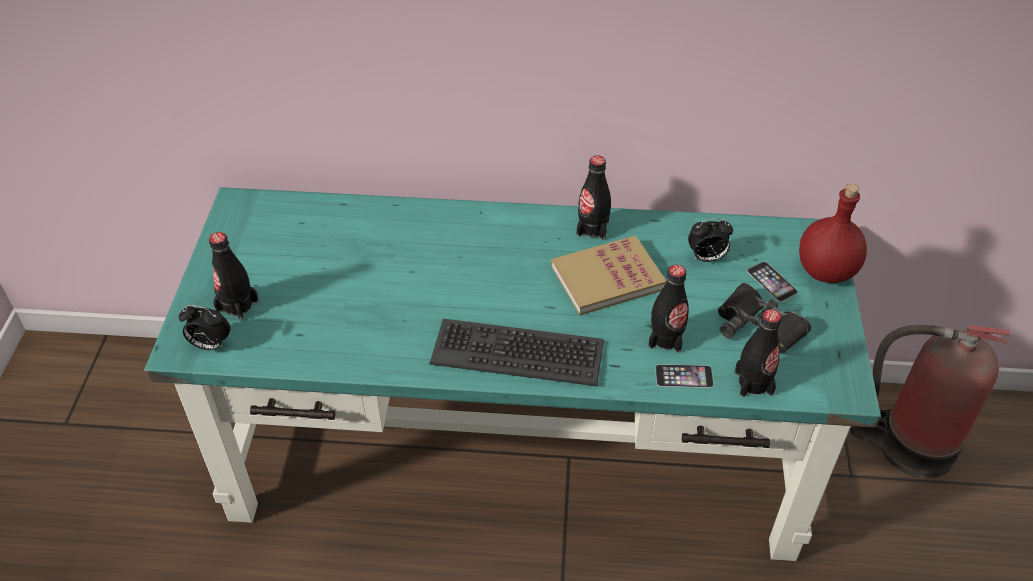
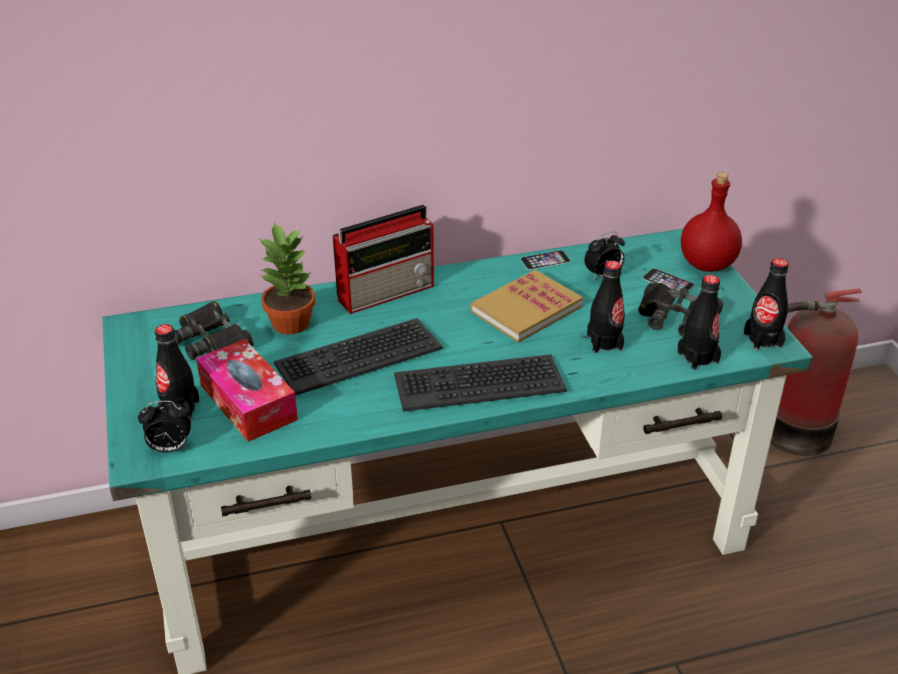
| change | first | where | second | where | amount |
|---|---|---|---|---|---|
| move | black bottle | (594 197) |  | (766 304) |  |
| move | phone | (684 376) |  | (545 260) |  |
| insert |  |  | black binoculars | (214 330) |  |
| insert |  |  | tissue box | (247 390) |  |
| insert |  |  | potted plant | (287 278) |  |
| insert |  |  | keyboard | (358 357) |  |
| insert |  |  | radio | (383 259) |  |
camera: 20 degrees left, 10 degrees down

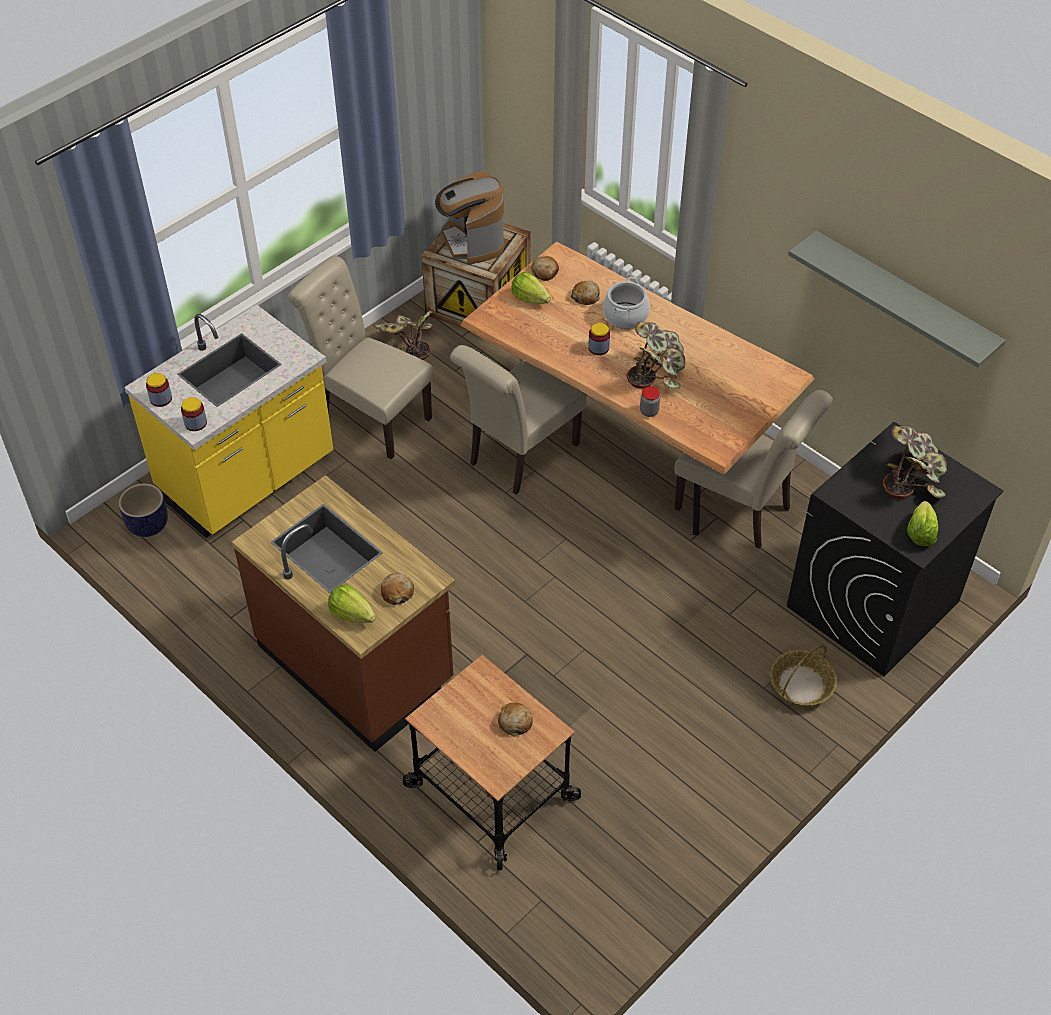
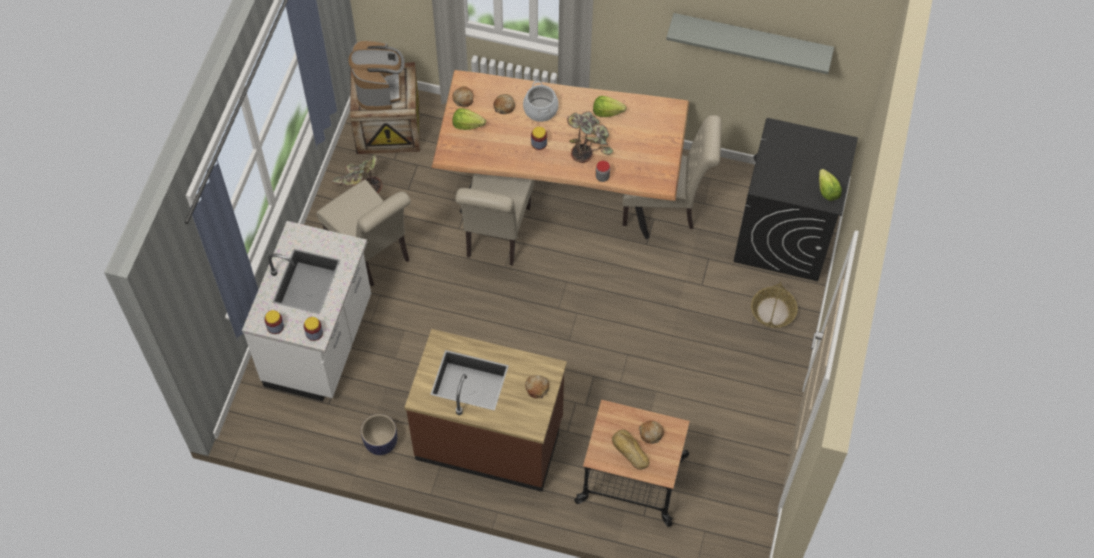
| change | first | where | second | where | amount |
|---|---|---|---|---|---|
| move | planter | (143 510) |  | (379 434) |  |
| recolor | yellow counter | (228 421) | white counter | (306 311) |  |
| rotate | beige chair | (361 357) |  | (363 233) | 135 degrees counterclockwise |
| move | lettuce | (352 603) |  | (609 106) |  |
| rotate | coffee machine | (469 218) |  | (376 76) | 135 degrees counterclockwise |
| delete | potted plant | (914 462) |  |  |  |
| insert |  |  | bread | (630 450) |  |
camera: 30 degrees left, 10 degrees up

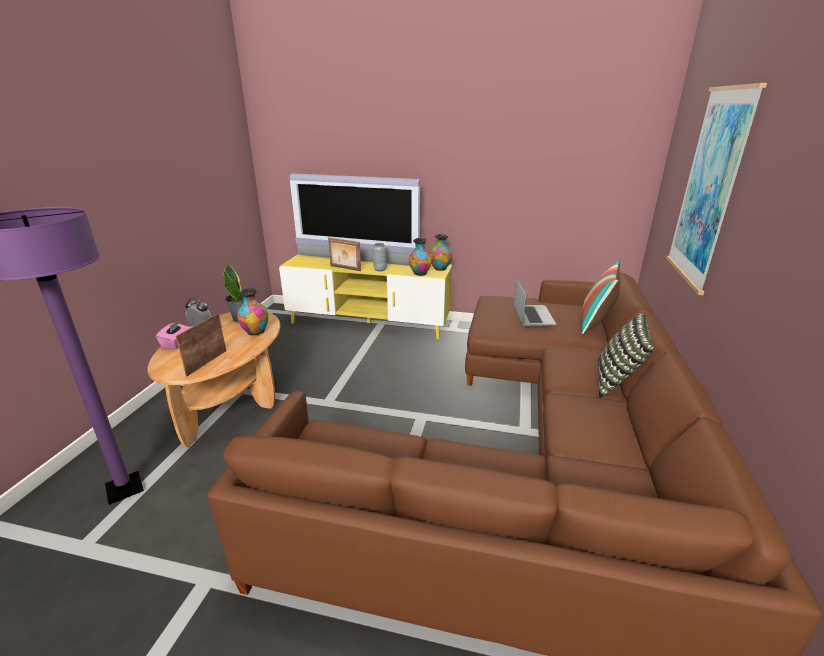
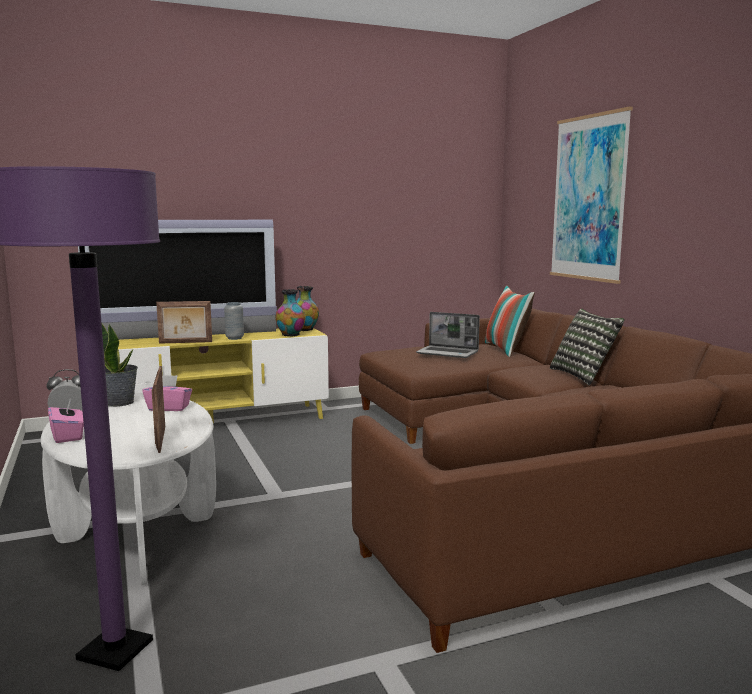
| change | first | where | second | where | amount |
|---|---|---|---|---|---|
| recolor | brown coffee table | (213 379) | white coffee table | (128 489) |  |
| replace | vase | (252 312) | pink tissue box | (167 393) |  |
| rotate | laptop | (535 301) |  | (448 335) | 150 degrees clockwise |
camera: 35 degrees left, 15 degrees down

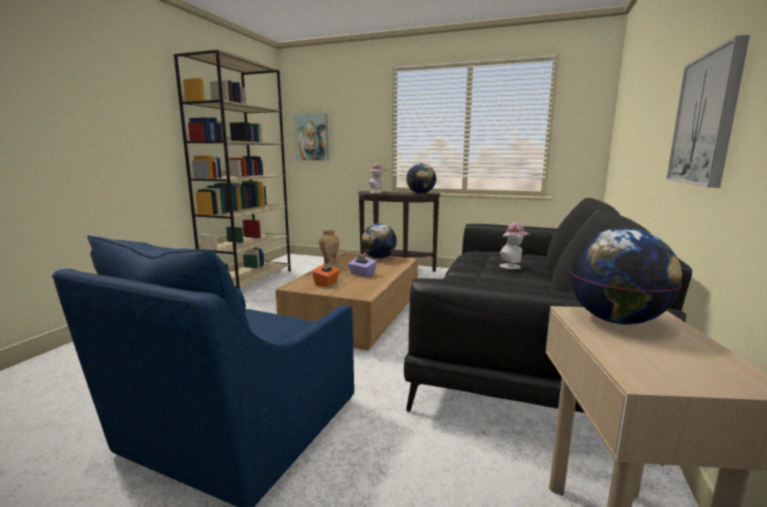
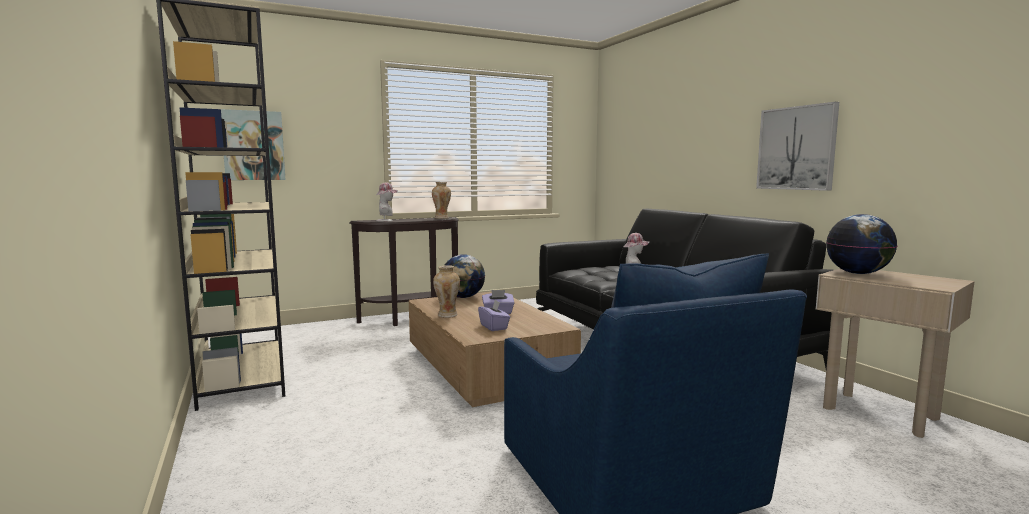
| change | first | where | second | where | amount |
|---|---|---|---|---|---|
| recolor | orange tissue box | (326 273) | purple tissue box | (494 315) |  |
| replace | globe | (421 178) | vase | (441 200) |  |
camera: 45 degrees left, 5 degrees down

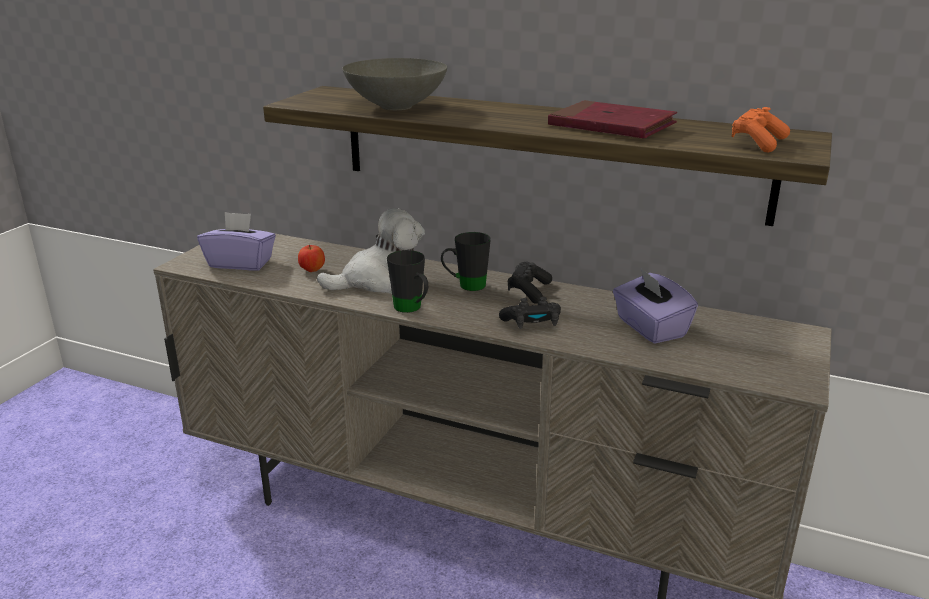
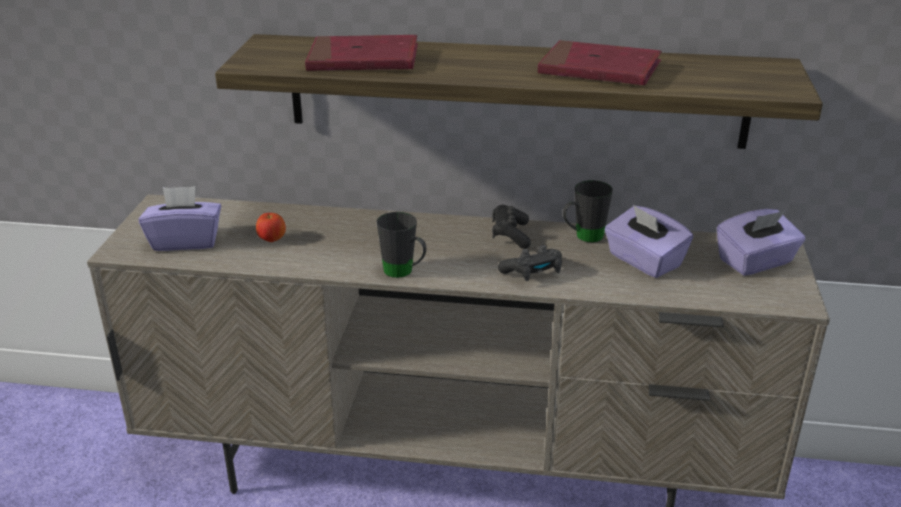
| change | first | where | second | where | amount |
|---|---|---|---|---|---|
| delete | plush toy | (371 251) |  |  |  |
| replace | grey bowl | (394 84) | red book | (361 53) |  |
| move | black mug | (466 261) |  | (588 211) |  |
| delete | orange game controller | (760 130) |  |  |  |
| insert |  |  | purple tissue box | (761 242) |  |
camera: 15 degrees left, 5 degrees up

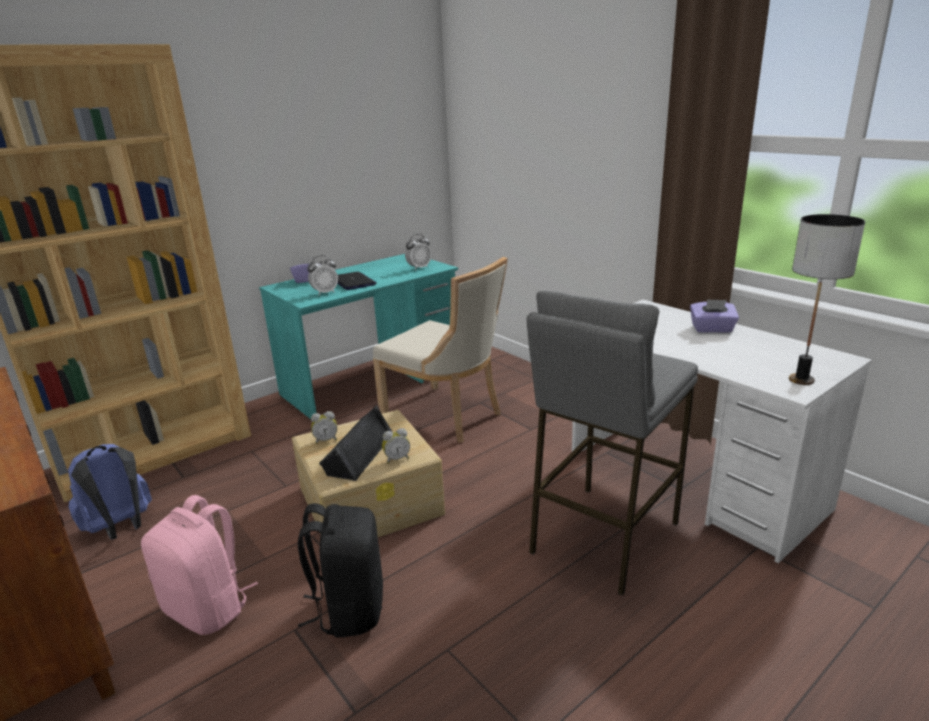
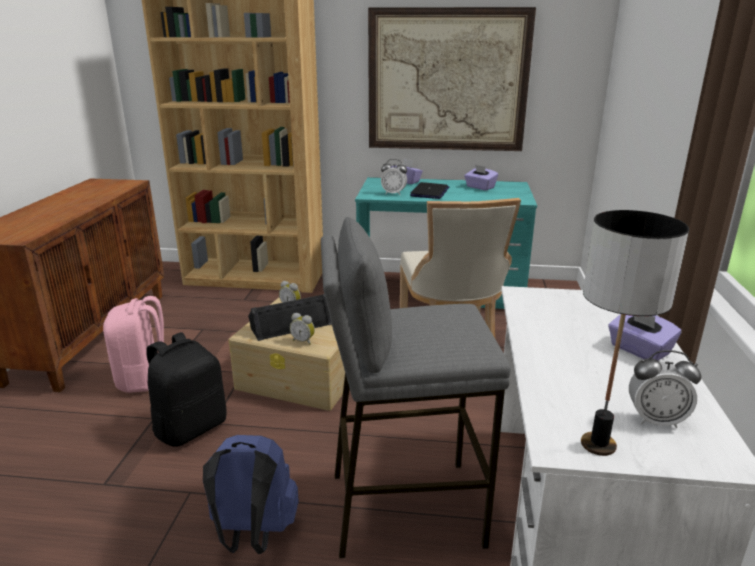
| change | first | where | second | where | amount |
|---|---|---|---|---|---|
| move | blue backpack | (110 491) |  | (251 494) |  |
| move | alarm clock | (418 252) |  | (665 389) |  |
| insert |  |  | picture | (452 79) |  |
| insert |  |  | purple tissue box | (481 177) |  |
camera: 45 degrees right, 0 degrees up

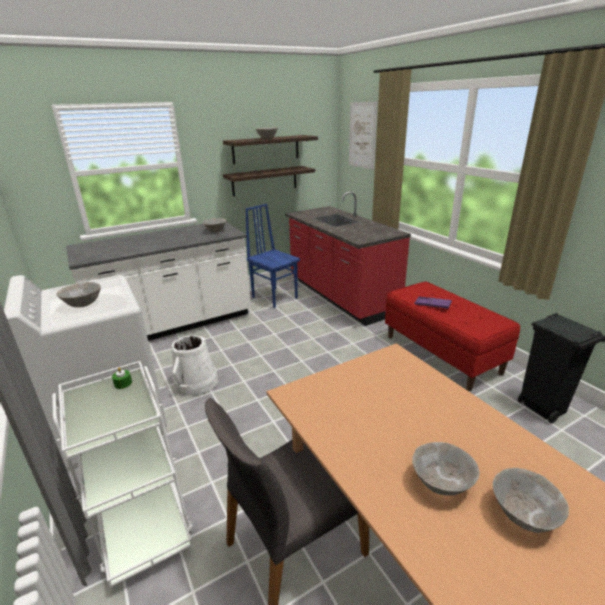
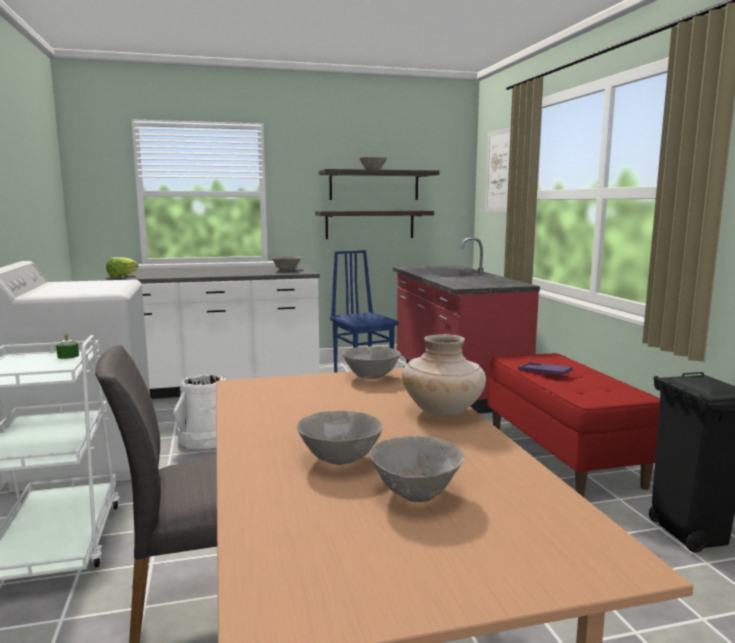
| change | first | where | second | where | amount |
|---|---|---|---|---|---|
| move | grey bowl | (79 295) |  | (371 362) |  |
| insert |  |  | lettuce | (122 267) |  |
| insert |  |  | beige vase | (444 375) |  |
camera: 15 degrees right, 15 degrees down

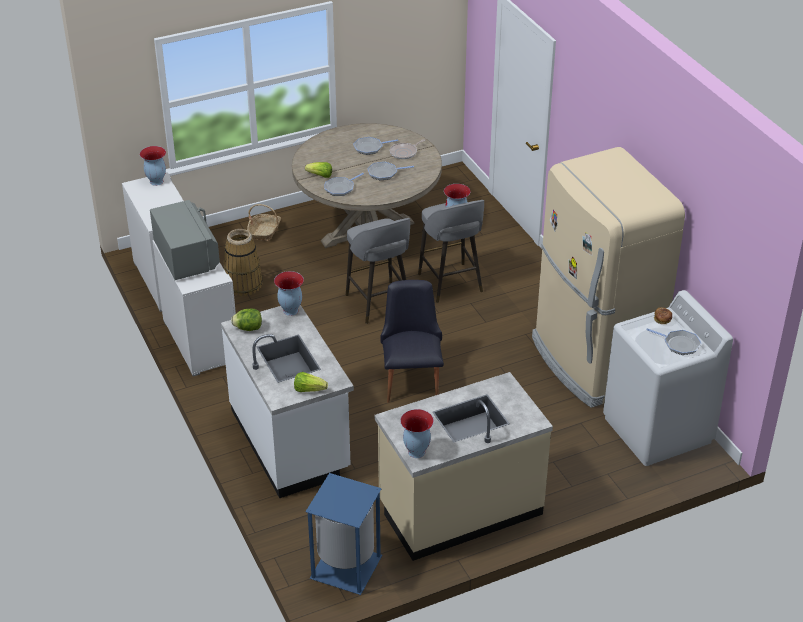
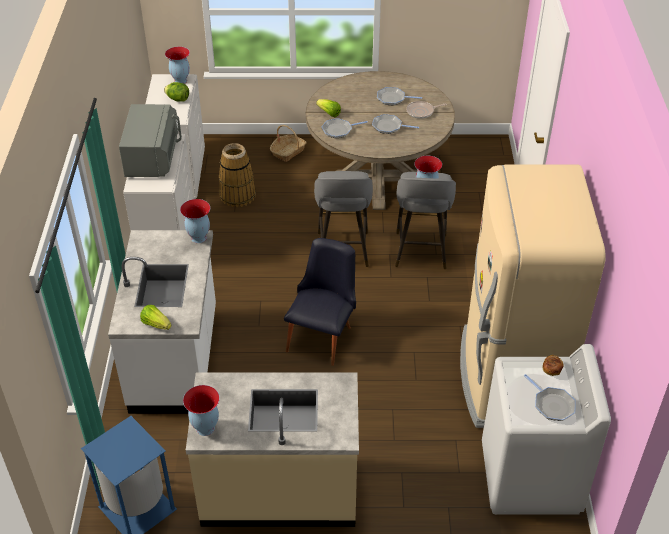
| change | first | where | second | where | amount |
|---|---|---|---|---|---|
| move | lettuce | (246 319) |  | (176 92) |  |
camera: 25 degrees right, 5 degrees up

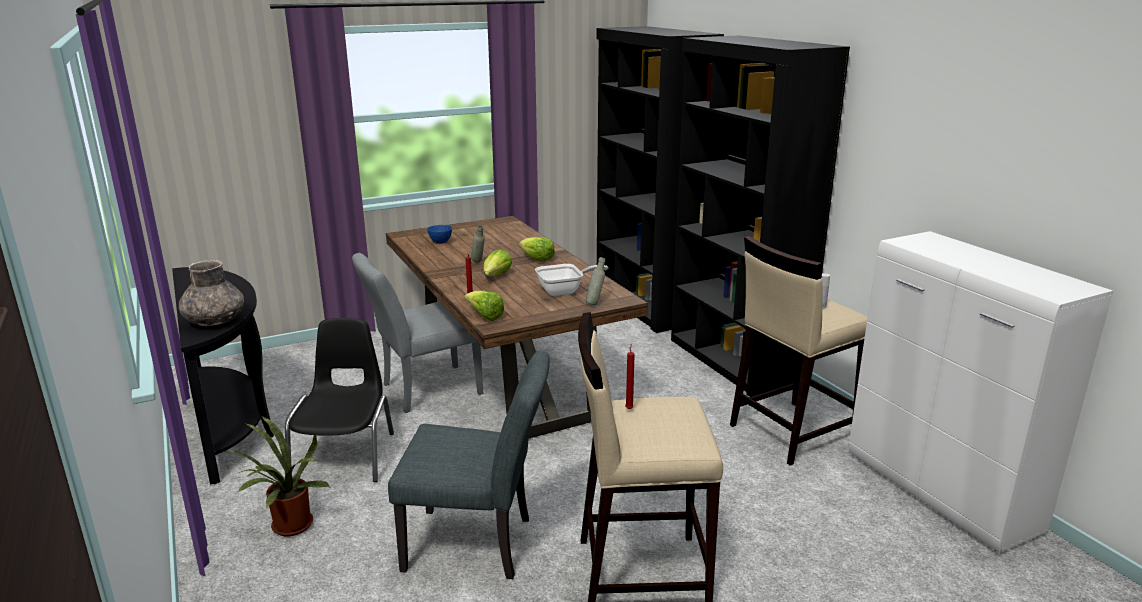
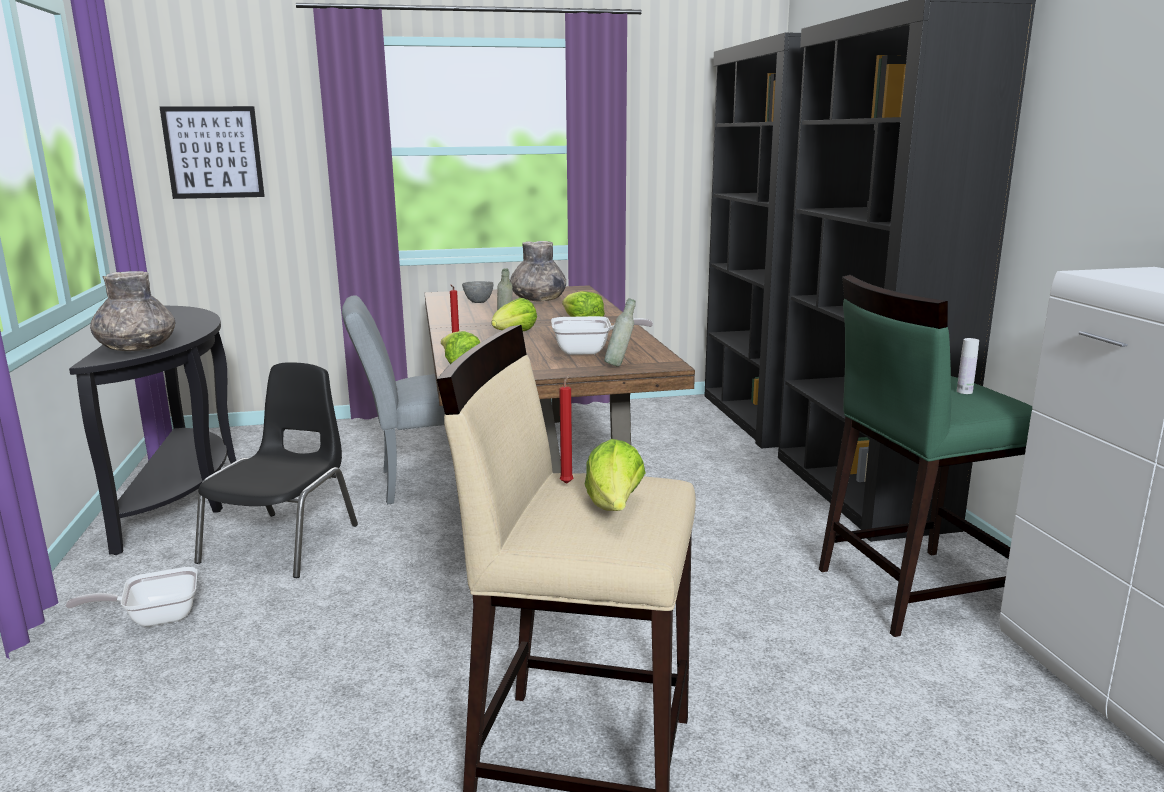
| change | first | where | second | where | amount |
|---|---|---|---|---|---|
| replace | potted plant | (277 476) | frying pan | (131 597) |  |
| delete | grey chair | (469 465) |  |  |  |
| recolor | blue bowl | (439 234) | grey bowl | (478 292) |  |
| recolor | beige stool | (799 351) | green stool | (926 456) |  |
| insert |  |  | picture | (212 152) |  |
| insert |  |  | grey vase | (538 271) |  |
| insert |  |  | lettuce | (615 475) |  |
camera: 15 degrees right, 5 degrees down

